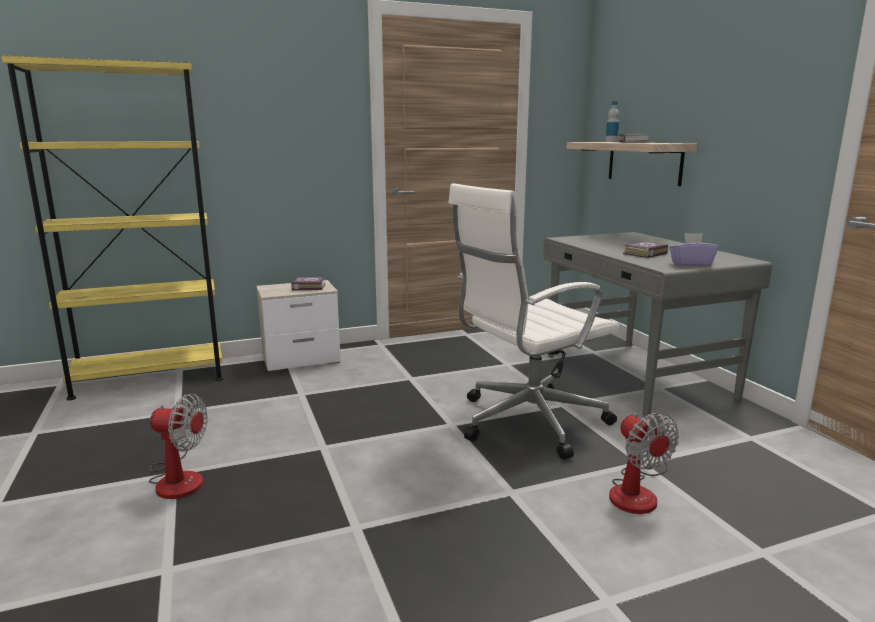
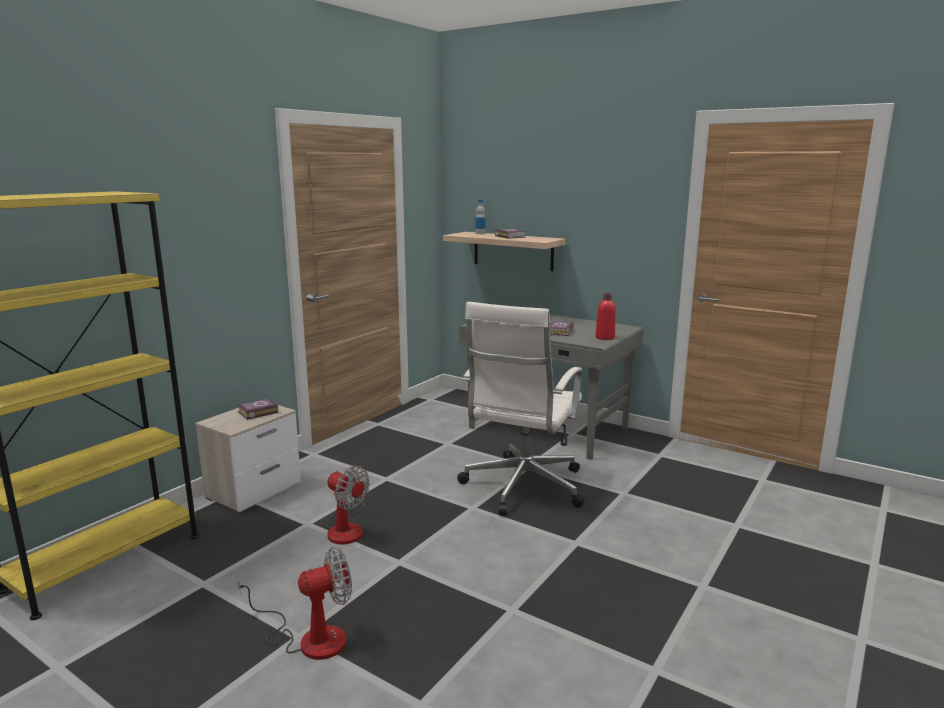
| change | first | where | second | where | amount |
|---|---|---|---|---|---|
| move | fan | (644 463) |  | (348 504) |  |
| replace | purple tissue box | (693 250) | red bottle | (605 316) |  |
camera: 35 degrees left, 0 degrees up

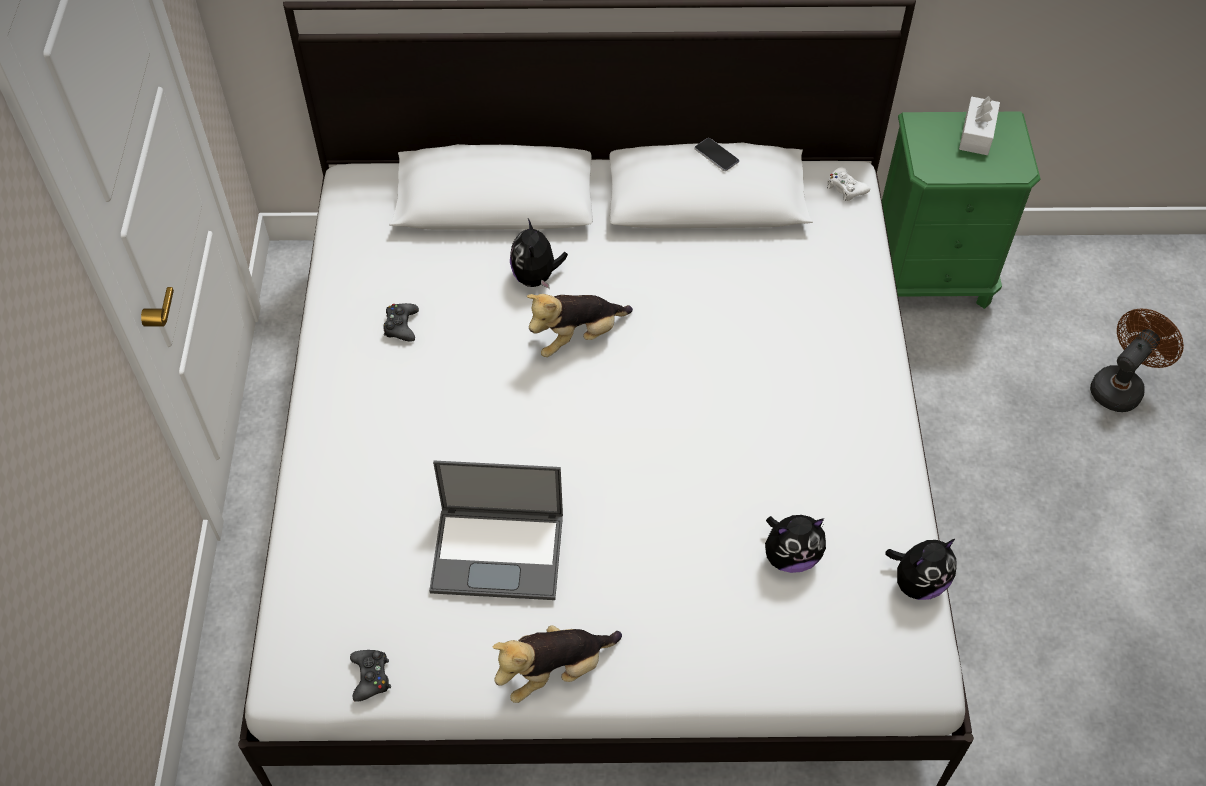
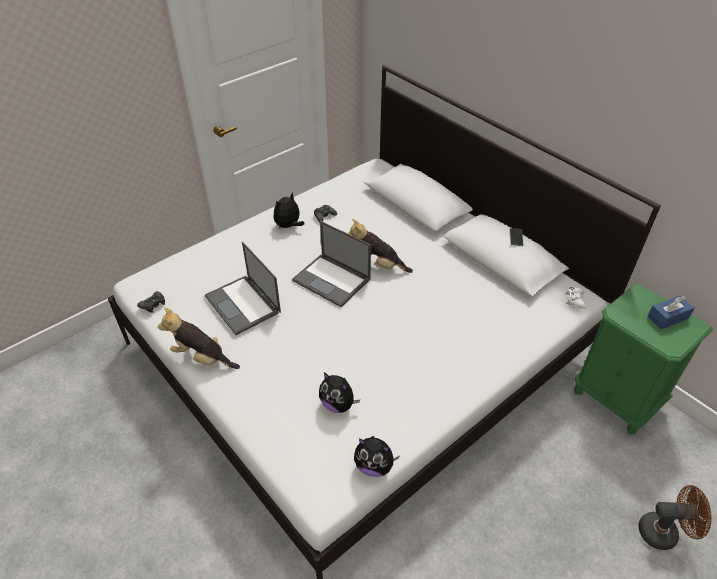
| change | first | where | second | where | amount |
|---|---|---|---|---|---|
| move | plush toy | (539 253) |  | (289 210) |  |
| recolor | white tissue box | (979 125) | blue tissue box | (671 312) |  |
| insert |  |  | laptop | (331 264) |  |
camera: 50 degrees right, 10 degrees down

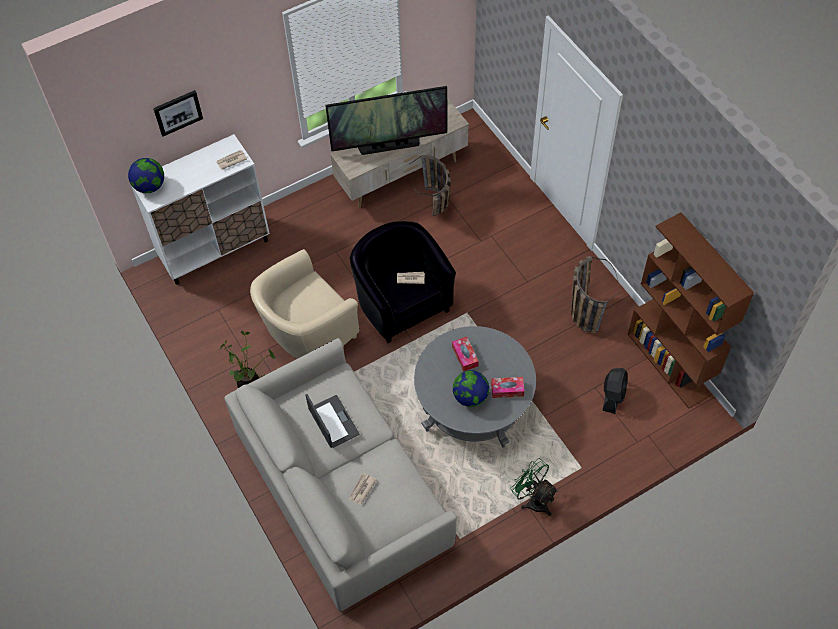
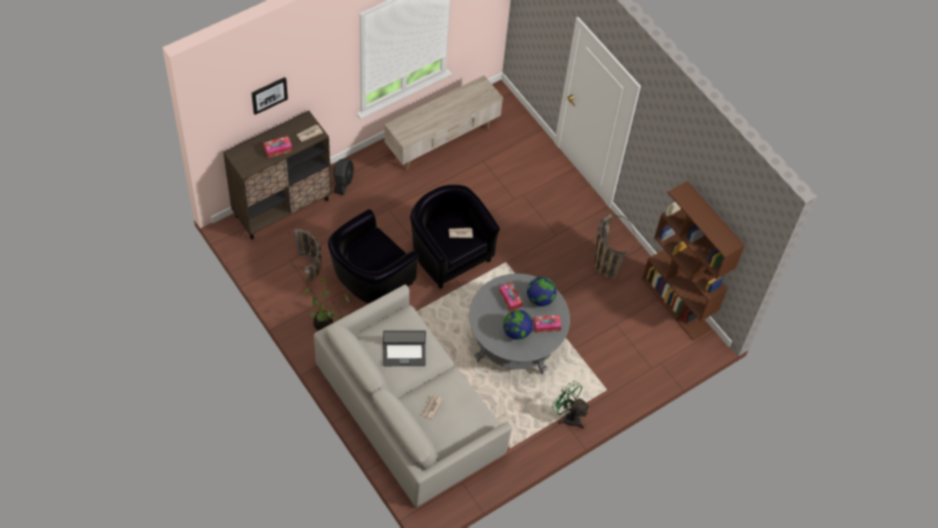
| change | first | where | second | where | amount |
|---|---|---|---|---|---|
| move | globe | (146 175) |  | (542 292) |  |
| recolor | white cabinet | (200 209) | brown cabinet | (277 175) |  |
| recolor | beige armchair | (304 304) | black armchair | (373 256) |  |
| rotate | laptop | (332 421) |  | (404 348) | 120 degrees clockwise |
| delete | television | (386 120) |  |  |  |
| move | basket | (430 185) |  | (302 255) |  |
| move | black fan | (615 391) |  | (343 176) |  |
| insert |  |  | tissue box | (278 147) |  |
camera: 10 degrees left, 0 degrees up

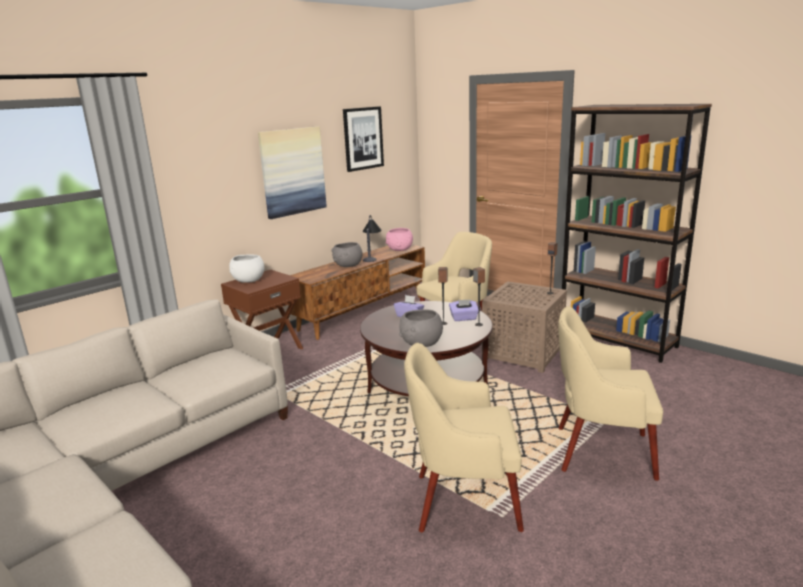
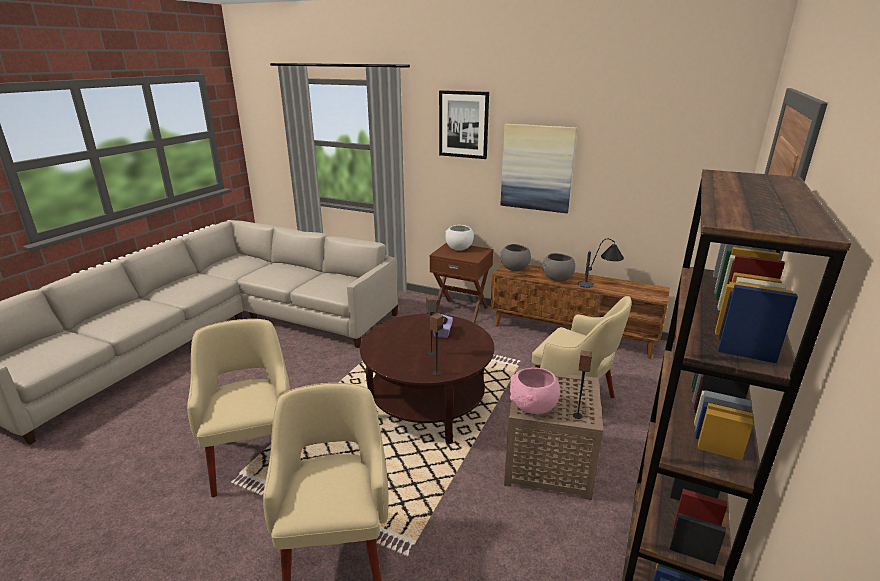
| change | first | where | second | where | amount |
|---|---|---|---|---|---|
| move | picture | (363 139) |  | (464 124) |  |
| move | pink bowl | (399 239) |  | (535 391) |  |
| move | grey bowl | (421 328) |  | (515 257) |  |
| delete | purple tissue box | (463 310) |  |  |  |
camera: 70 degrees right, 5 degrees up

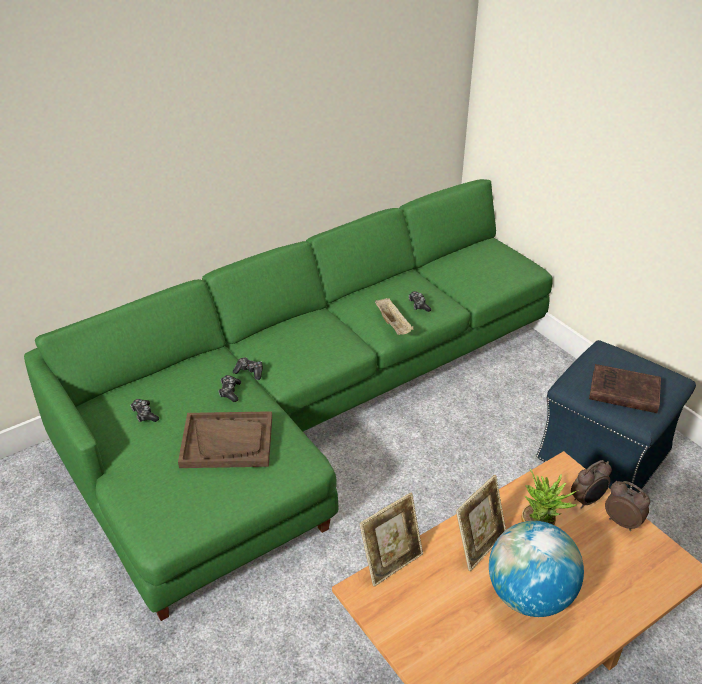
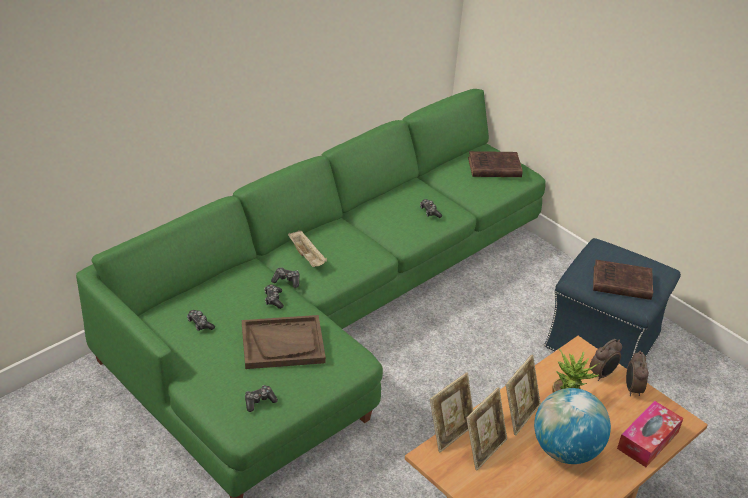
| change | first | where | second | where | amount |
|---|---|---|---|---|---|
| move | beige tray | (394 316) |  | (307 249) |  |
| rotate | alarm clock | (627 506) |  | (637 373) | 120 degrees counterclockwise |
| insert |  |  | game controller | (261 398) |  |
| insert |  |  | picture frame | (486 428) |  |
| insert |  |  | brown book | (495 164) |  |
| insert |  |  | tissue box | (650 434) |  |
camera: 10 degrees left, 0 degrees up

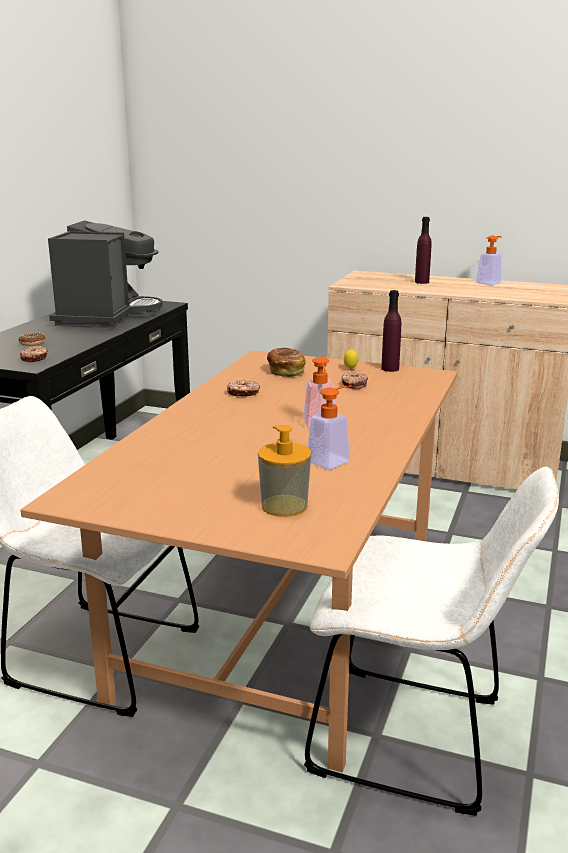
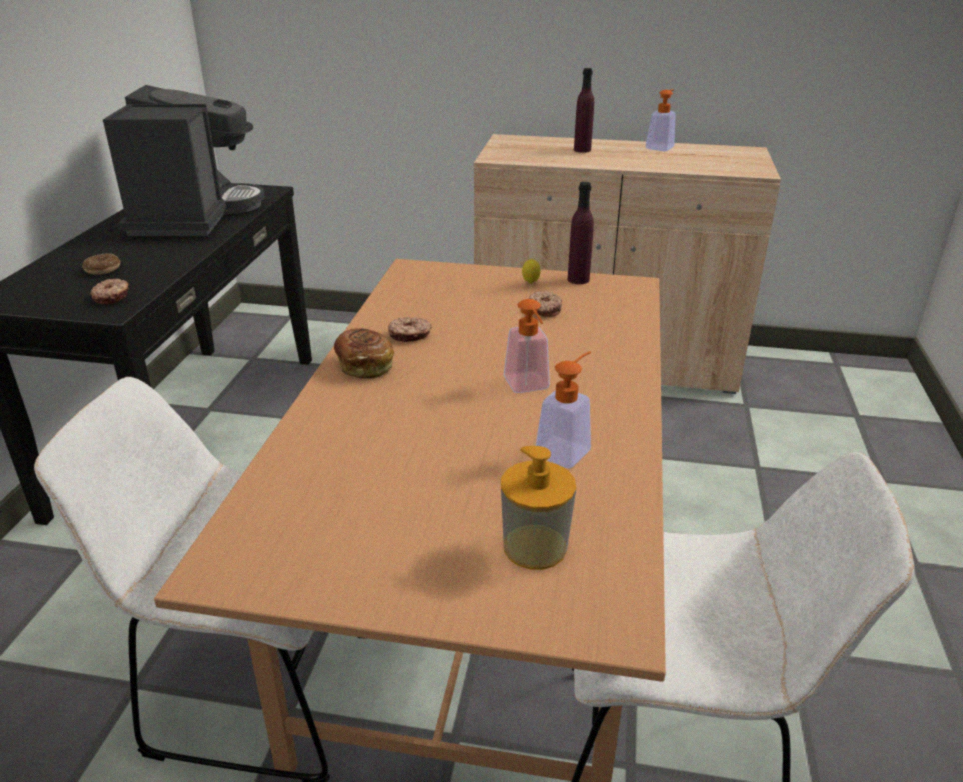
| change | first | where | second | where | amount |
|---|---|---|---|---|---|
| move | bread | (286 362) |  | (364 353) |  |
camera: 10 degrees left, 10 degrees up

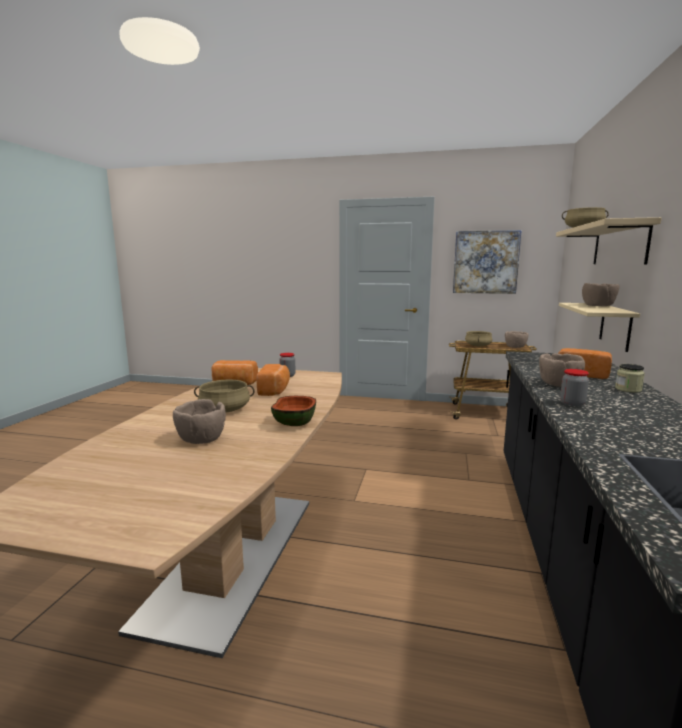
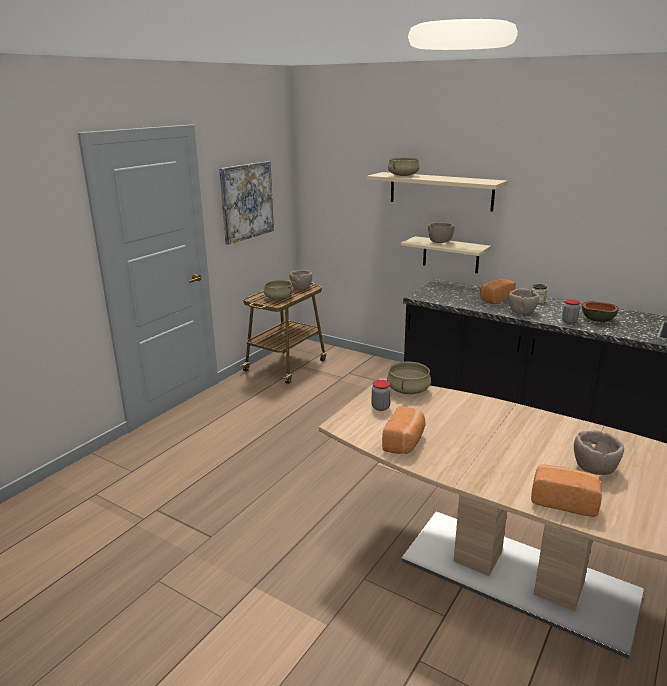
| change | first | where | second | where | amount |
|---|---|---|---|---|---|
| move | beige cooking pot | (224 396) |  | (409 377) |  |
| move | bread | (273 380) |  | (566 490) |  |
| move | bowl | (293 411) |  | (600 311) |  |
camera: 70 degrees left, 10 degrees up

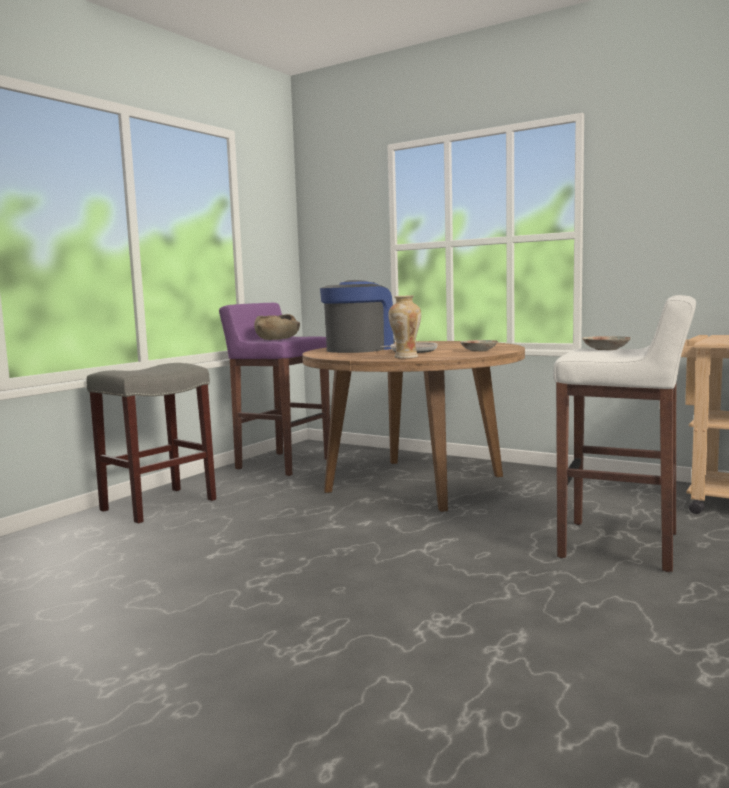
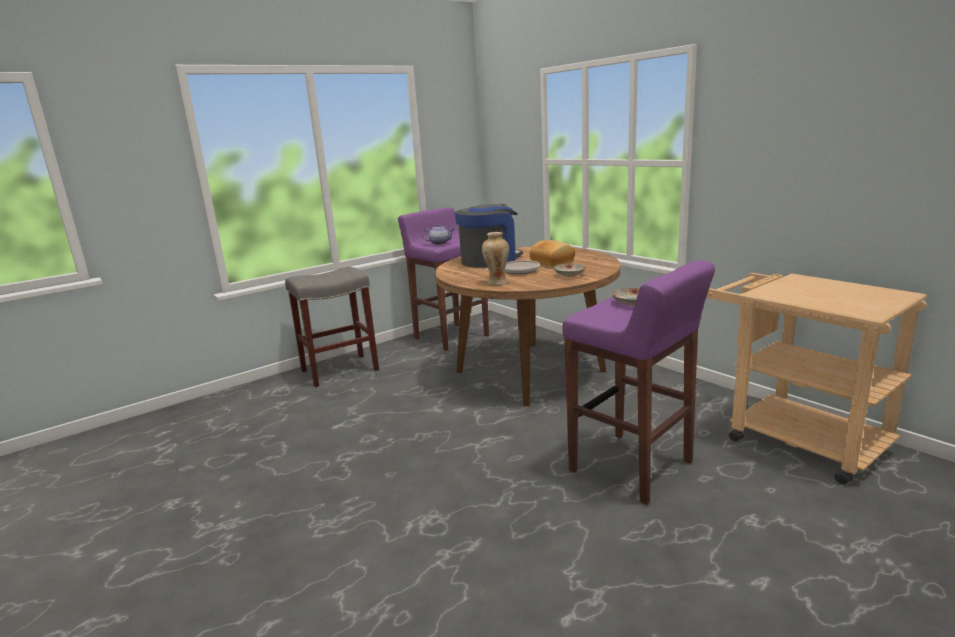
| change | first | where | second | where | amount |
|---|---|---|---|---|---|
| replace | brown bowl | (277 327) | teapot | (438 234) |  |
| recolor | white stool | (624 433) | purple stool | (639 382) |  |
| insert |  |  | bread | (552 253) |  |
camera: 20 degrees right, 10 degrees up

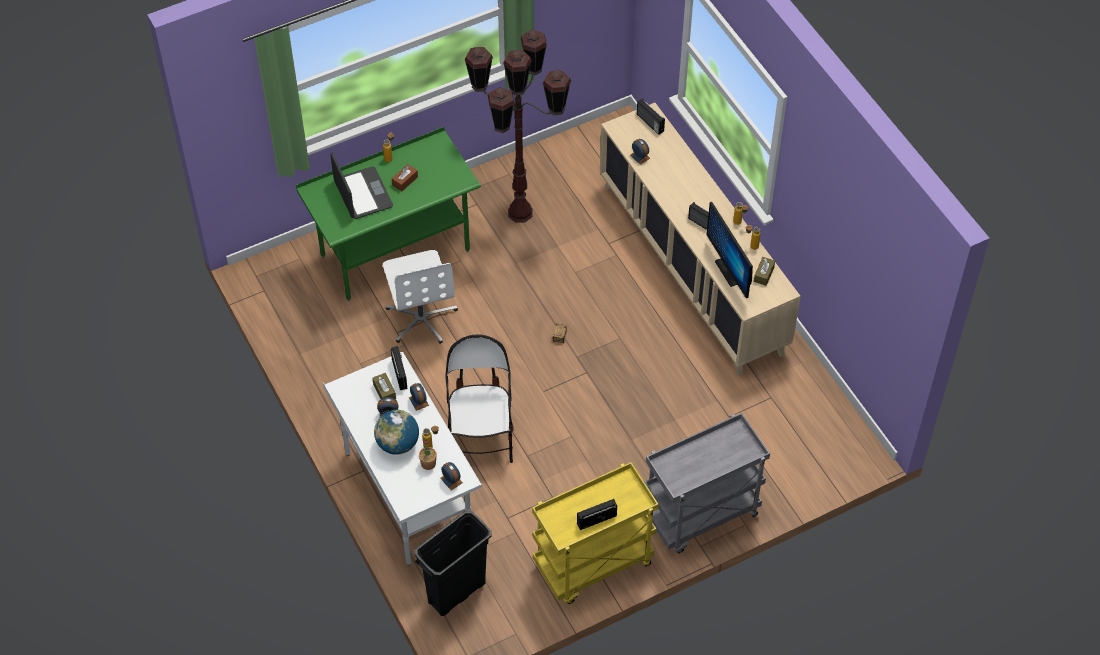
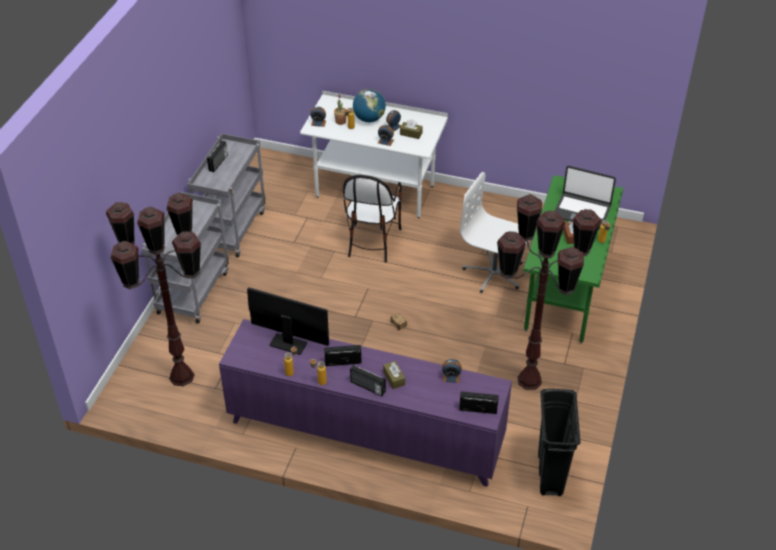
| change | first | where | second | where | amount |
|---|---|---|---|---|---|
| move | radio | (399 368) |  | (368 380) |  |
| move | black trash can | (452 563) |  | (559 442) |  |
| rotate | chair | (479 398) |  | (372 219) | 60 degrees clockwise |
| recolor | yellow cart | (595 533) | grey cart | (226 195) |  |
| recolor | beige cabinet | (700 239) | purple cabinet | (365 403) |  |
| move | brown tissue box | (764 271) |  | (394 375) |  |
| insert |  |  | brown floor lamp | (153 289) |  |
camera: 135 degrees right, 10 degrees down

